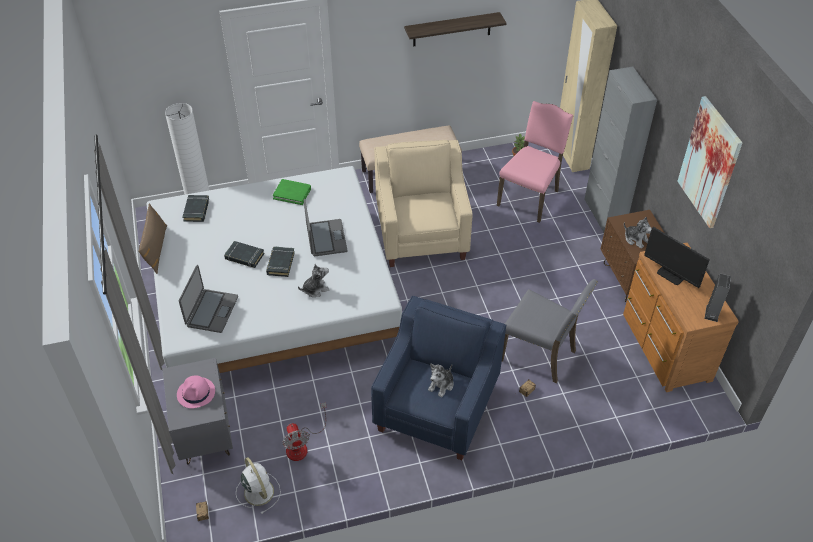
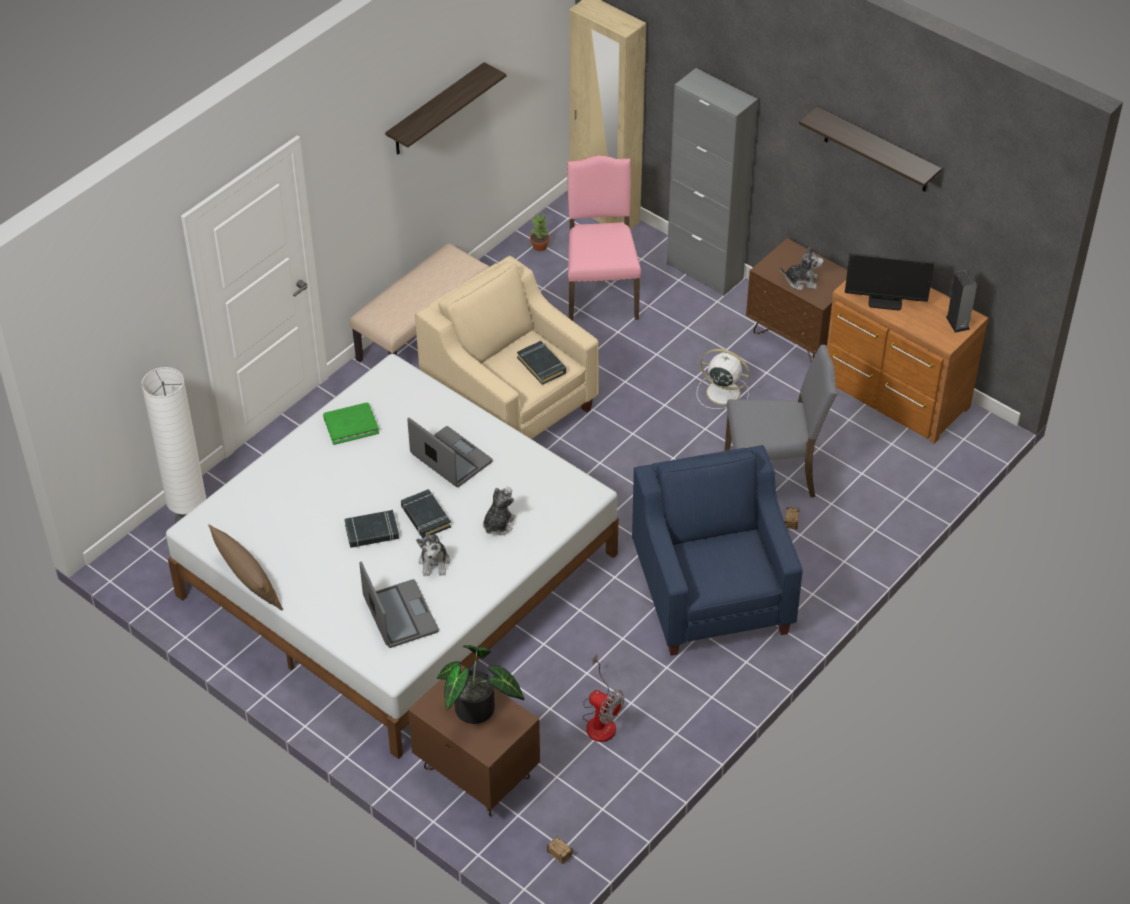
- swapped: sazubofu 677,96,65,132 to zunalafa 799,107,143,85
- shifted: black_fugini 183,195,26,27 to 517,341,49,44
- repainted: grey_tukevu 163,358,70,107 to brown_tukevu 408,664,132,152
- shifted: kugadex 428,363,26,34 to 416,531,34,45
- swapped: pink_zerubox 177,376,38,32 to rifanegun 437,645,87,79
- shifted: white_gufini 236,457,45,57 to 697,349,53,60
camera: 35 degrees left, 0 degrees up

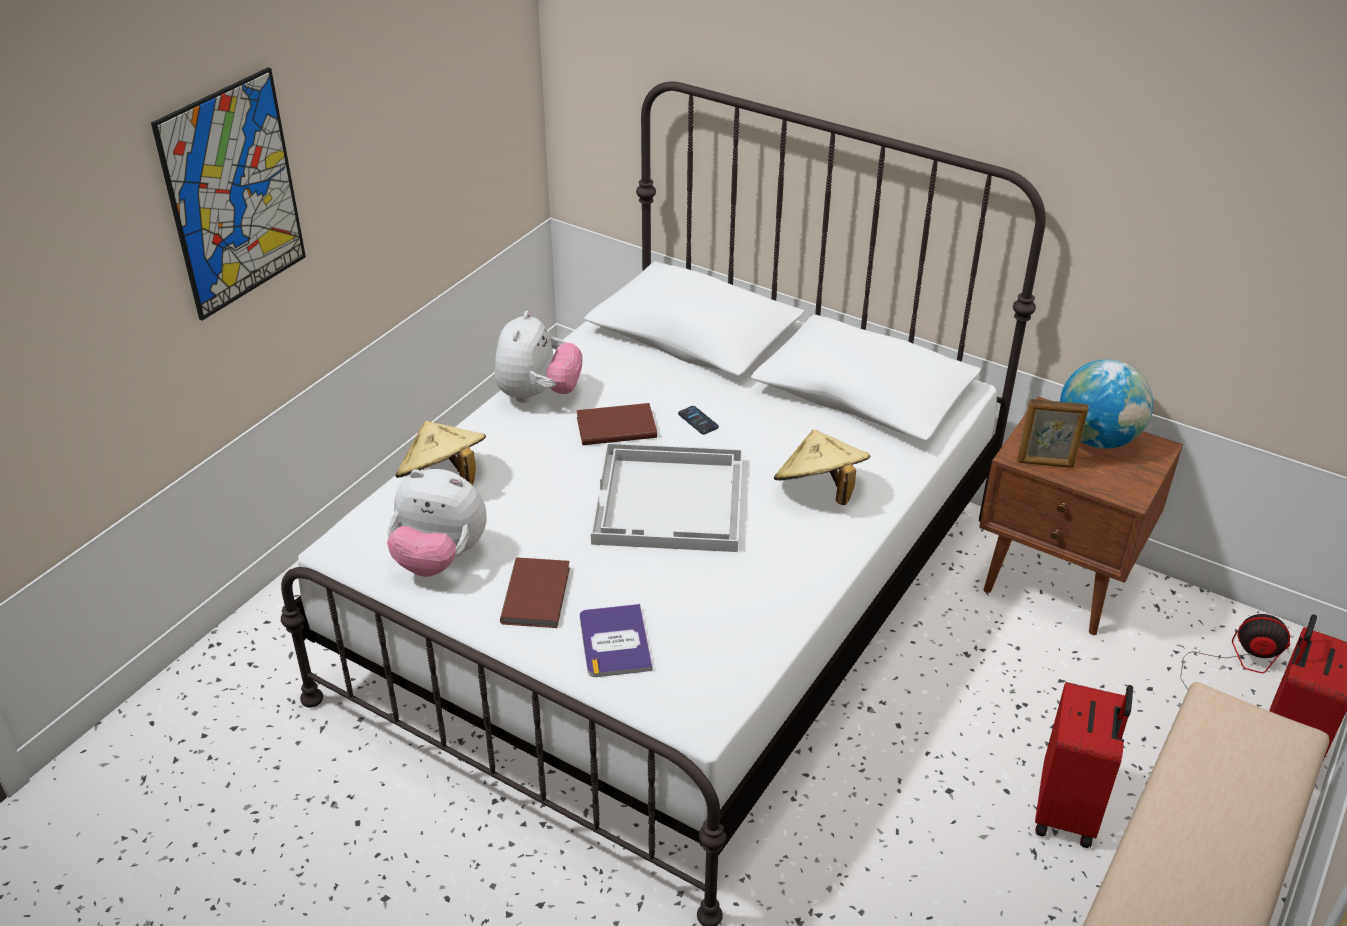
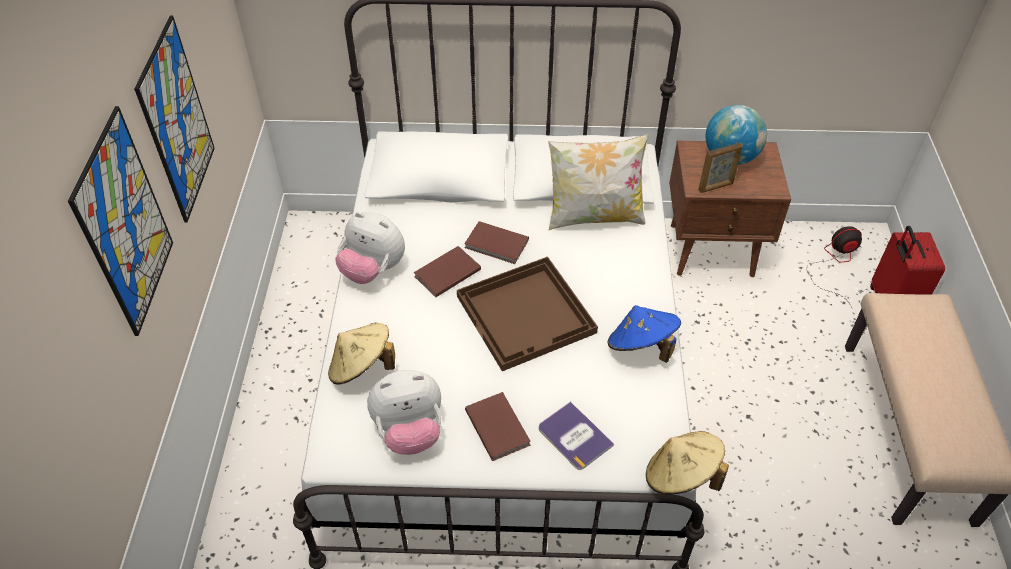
- rotated: kugadex 495,311,88,92 = 335,212,70,72 135 degrees clockwise
- swapped: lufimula 678,406,41,28 to brown_fugini 464,221,65,43
- shifted: beige_zerubox 774,430,96,75 to 646,431,83,64
- repainted: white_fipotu 591,443,152,109 to brown_fipotu 457,257,141,114
- gone: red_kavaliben 1035,682,98,166
- new: sazubofu 134,16,81,206
- new: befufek 548,134,101,96
- new: blue_zerubox 608,305,73,58
camera: 30 degrees left, 10 degrees up

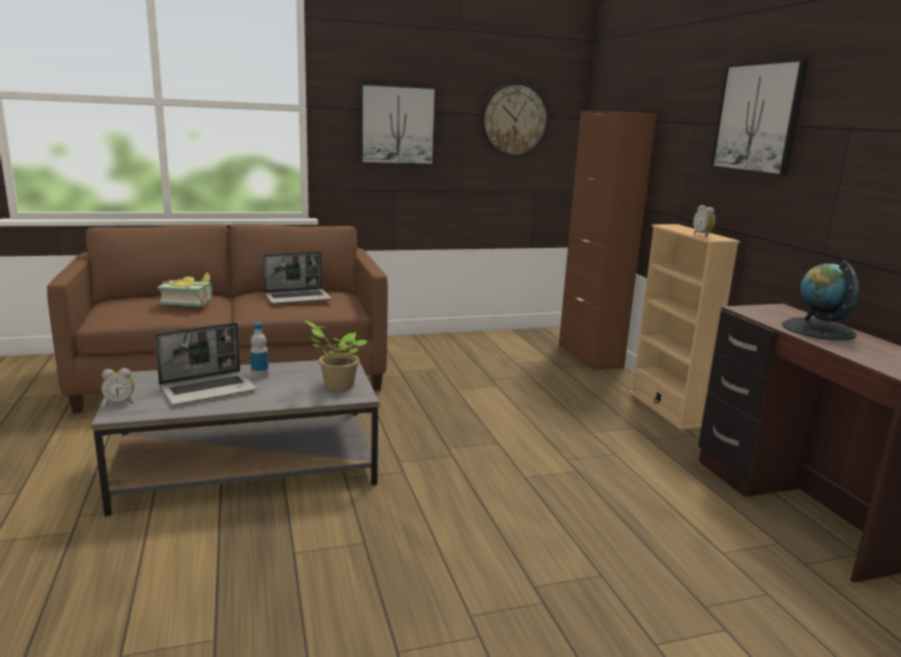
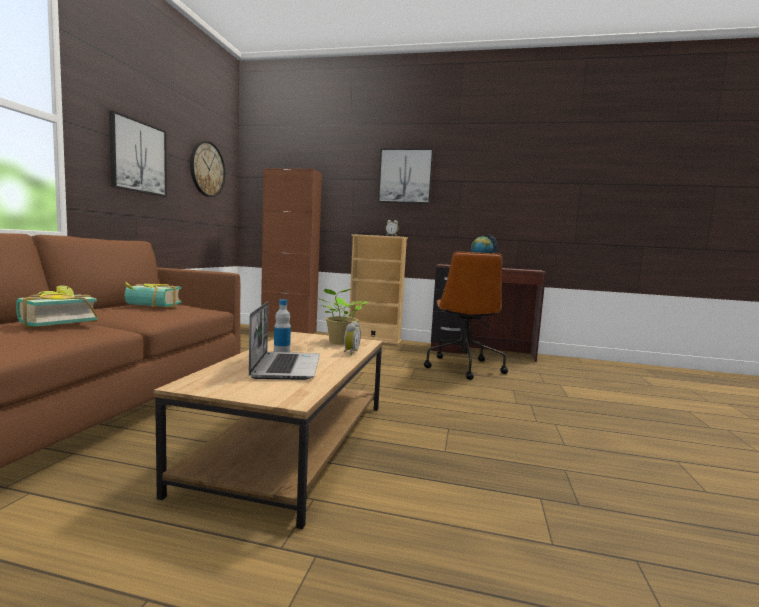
- swapped: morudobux 262,251,70,53 to fugini 124,281,57,26
- repainted: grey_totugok 92,360,287,156 to brown_totugok 154,332,229,197
- shifted: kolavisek 101,368,34,38 to 344,321,17,34
- new: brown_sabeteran 424,252,84,128
camera: 60 degrees left, 10 degrees down

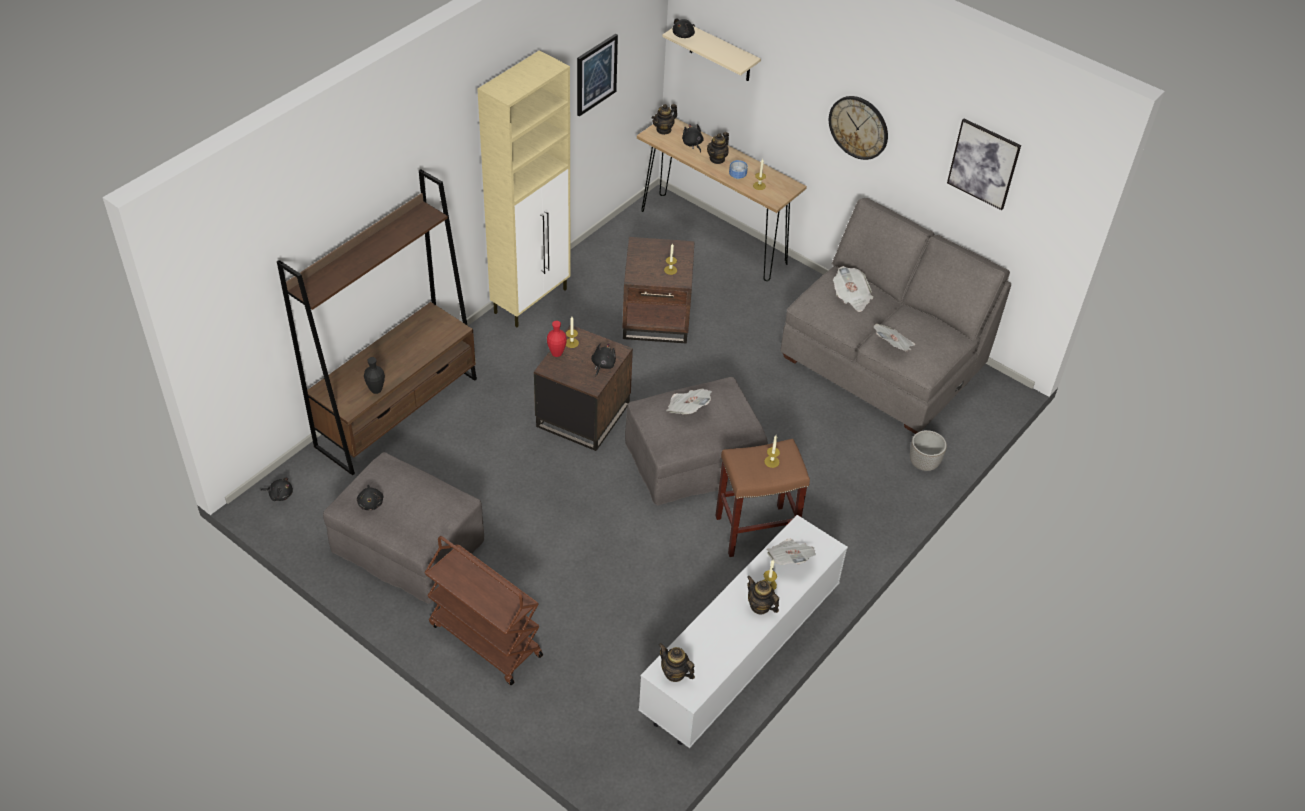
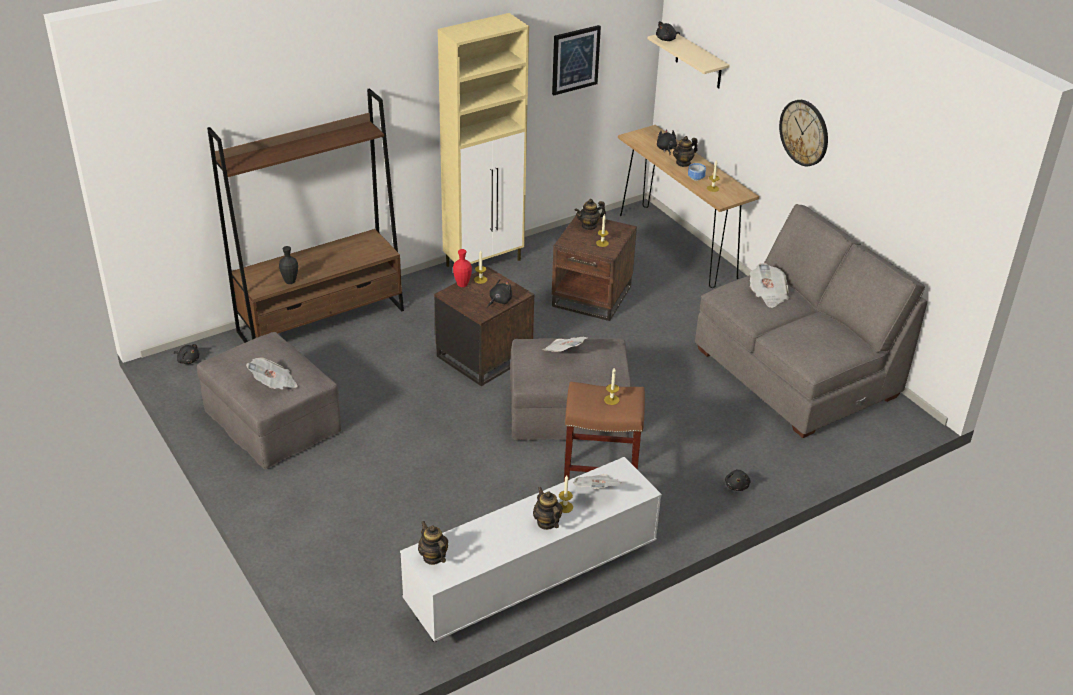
- shifted: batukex 652,104,25,31 to 575,199,31,31
- gone: sazubofu 947,119,74,91
- shifted: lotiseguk 874,324,42,28 to 246,358,52,32
- gone: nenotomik 910,430,37,41
- shifted: black_kugadex 357,485,27,25 to 725,469,26,22
- gone: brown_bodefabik 425,536,118,149
camera: 20 degrees right, 10 degrees down

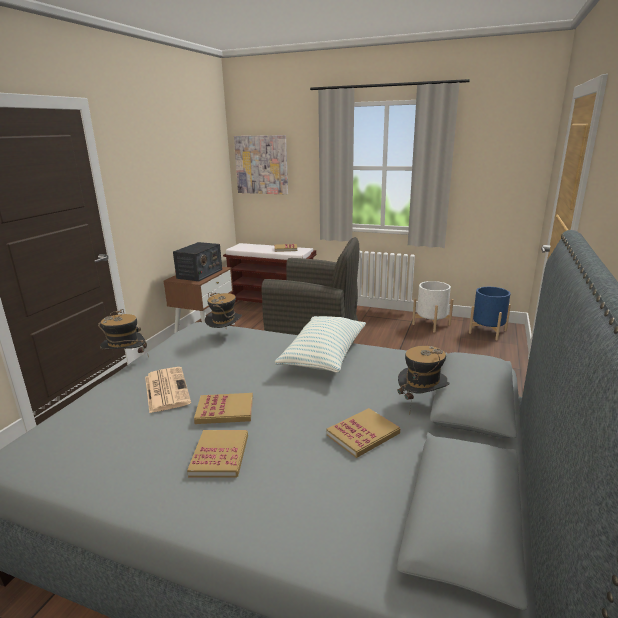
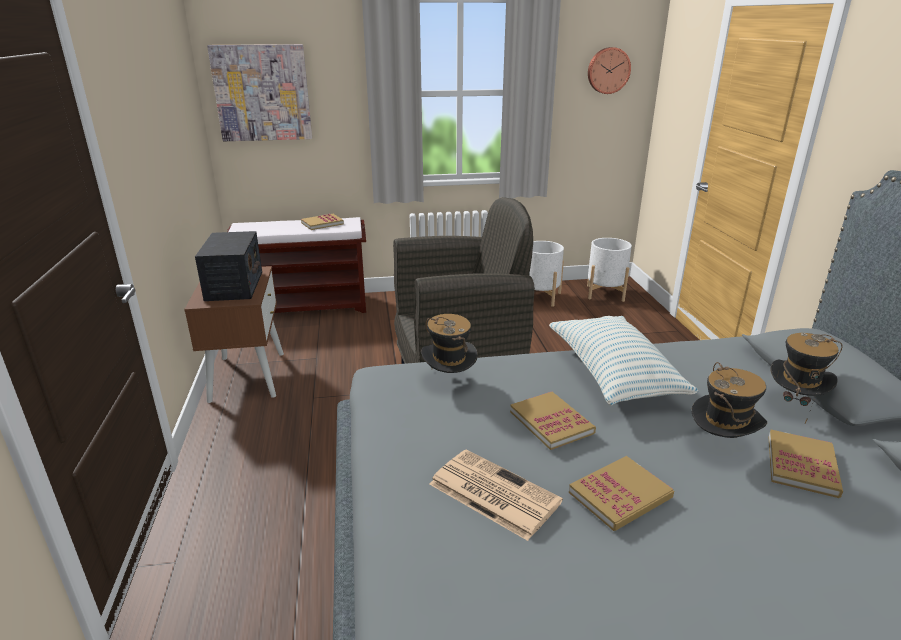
- repainted: blue_nenotomik 469,287,42,53 to white_nenotomik 587,238,45,64
- shifted: zerubox 98,309,51,49 to 691,362,76,76
- shifted: fugini 187,430,61,48 to 510,392,86,58
- new: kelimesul 588,47,43,47
camera: 30 degrees left, 5 degrees up

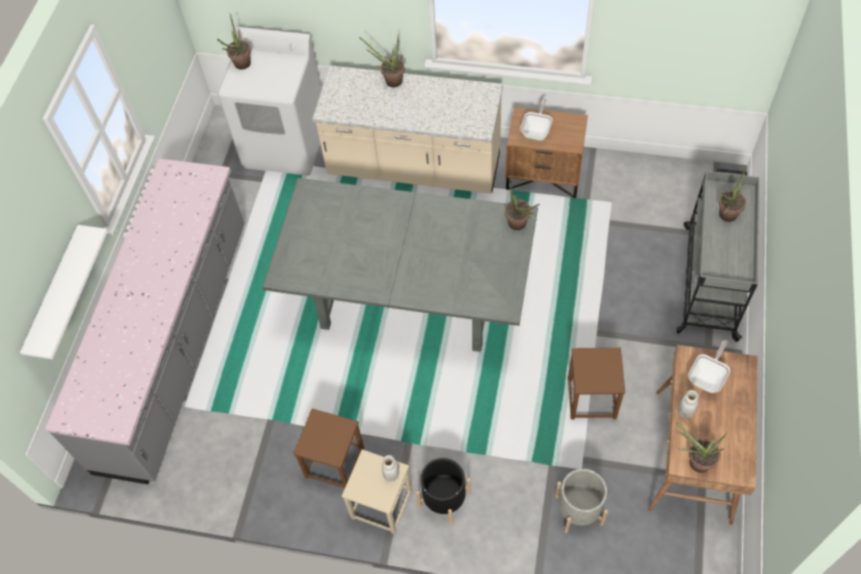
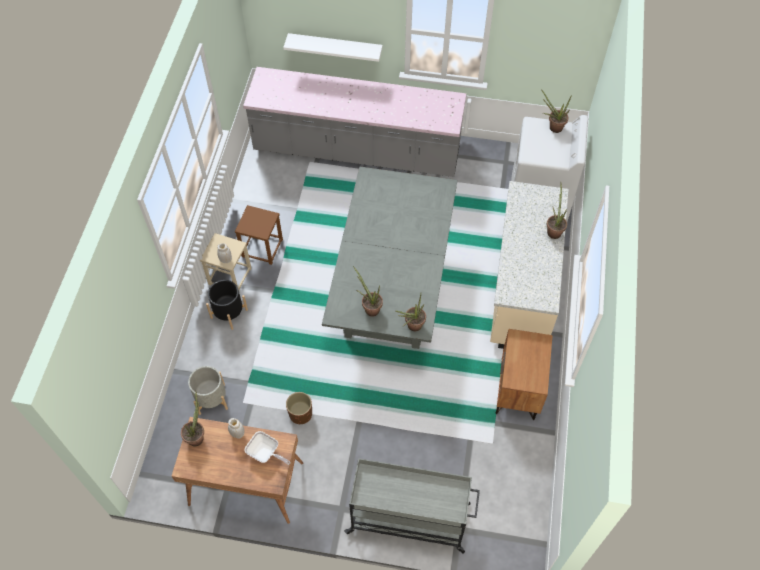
- gone: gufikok 520,99,33,42
- shifted: rifanegun 719,167,27,55 to 353,266,30,51
- swapped: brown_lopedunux 568,348,57,71 to brown_nenotomik 286,392,26,32
camera: 85 degrees right, 0 degrees up

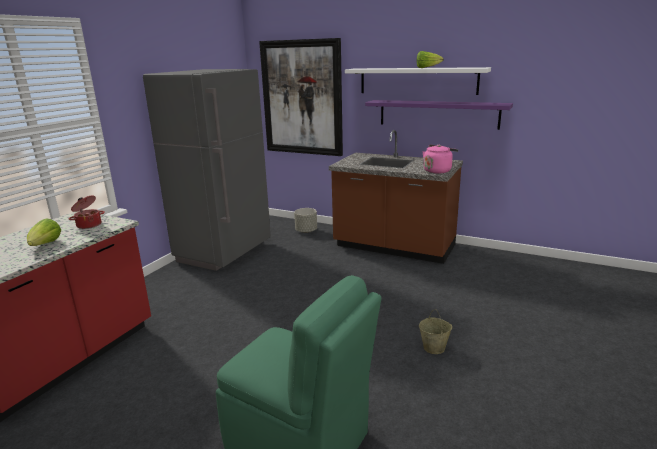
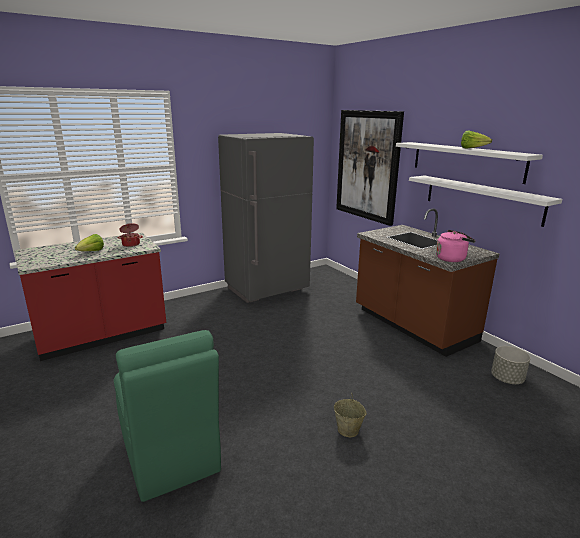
- repainted: purple_zunalafa 365,100,148,30 to white_zunalafa 409,176,153,51
- shifted: grey_nenotomik 294,208,23,25 to 491,346,39,38
camera: 30 degrees right, 0 degrees up

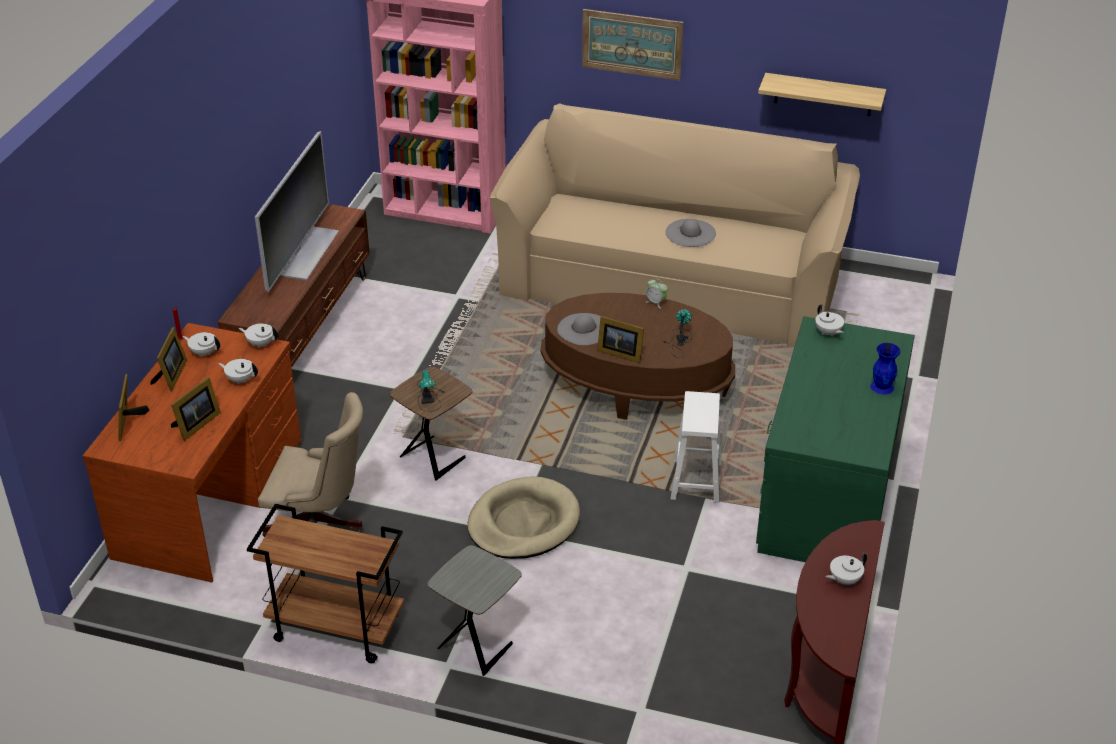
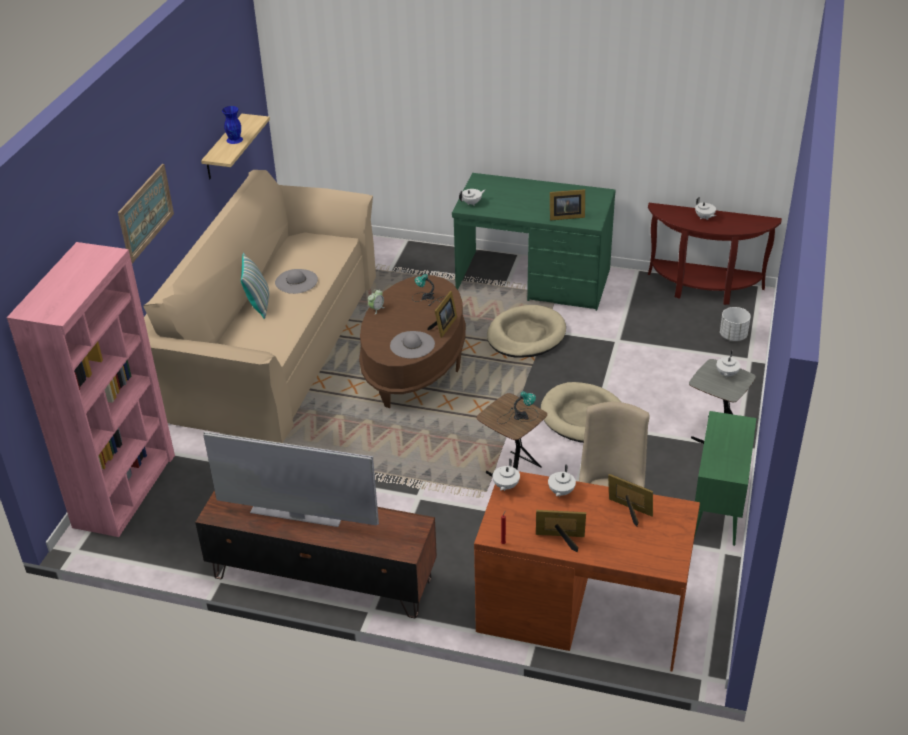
- shifted: white_batukex 182,332,38,25 to 716,350,24,27
- shifted: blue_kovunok 871,343,29,51 to 222,106,21,38
- shifted: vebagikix 119,374,30,67 to 550,189,35,32
- swapped: white_lopedunux 671,391,50,112 to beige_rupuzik 487,305,79,53
- swapped: brown_bodefabik 247,504,157,159 to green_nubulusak 694,411,62,135
- new: befufek 241,252,28,67
- new: white_nenotomik 720,307,31,34
camera: 90 degrees left, 0 degrees up

